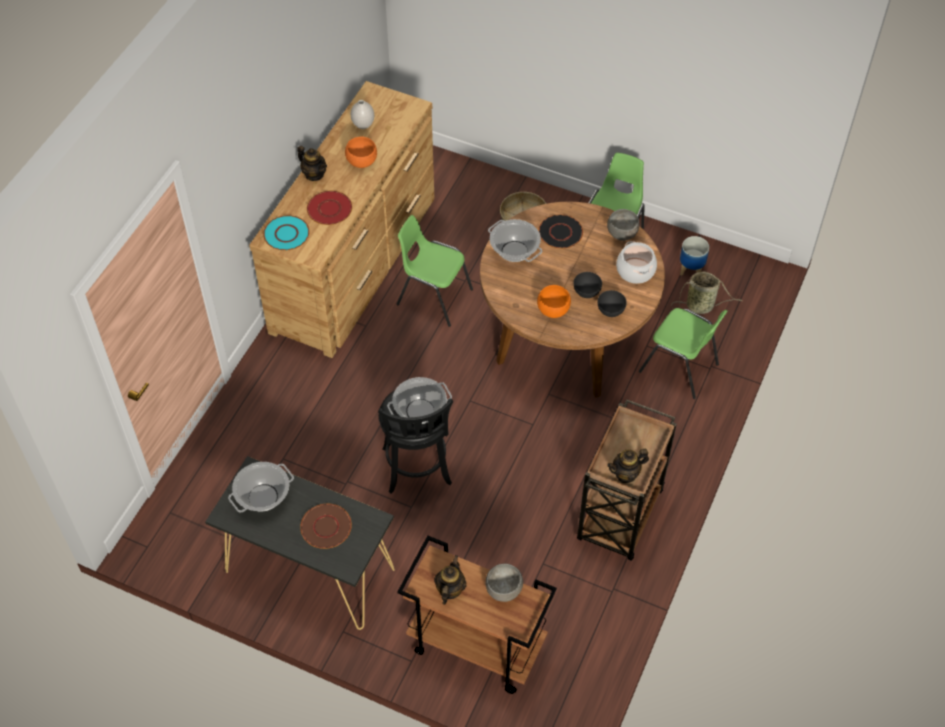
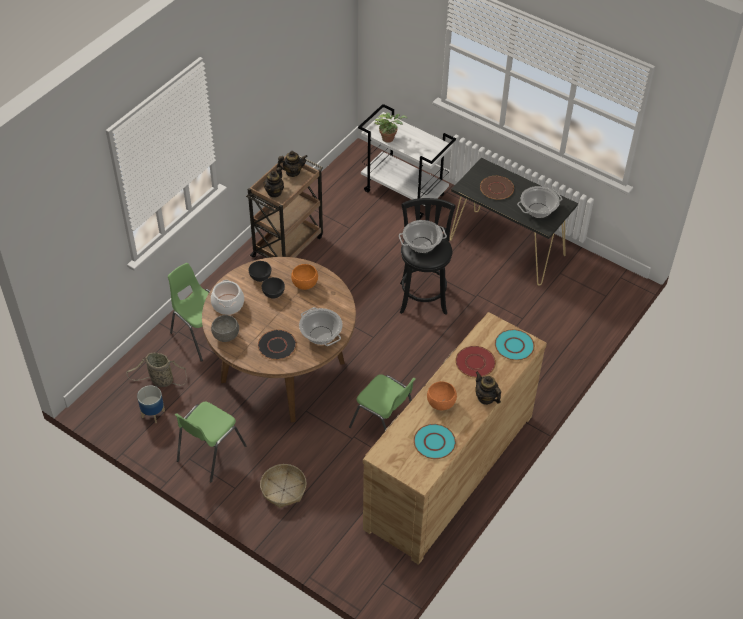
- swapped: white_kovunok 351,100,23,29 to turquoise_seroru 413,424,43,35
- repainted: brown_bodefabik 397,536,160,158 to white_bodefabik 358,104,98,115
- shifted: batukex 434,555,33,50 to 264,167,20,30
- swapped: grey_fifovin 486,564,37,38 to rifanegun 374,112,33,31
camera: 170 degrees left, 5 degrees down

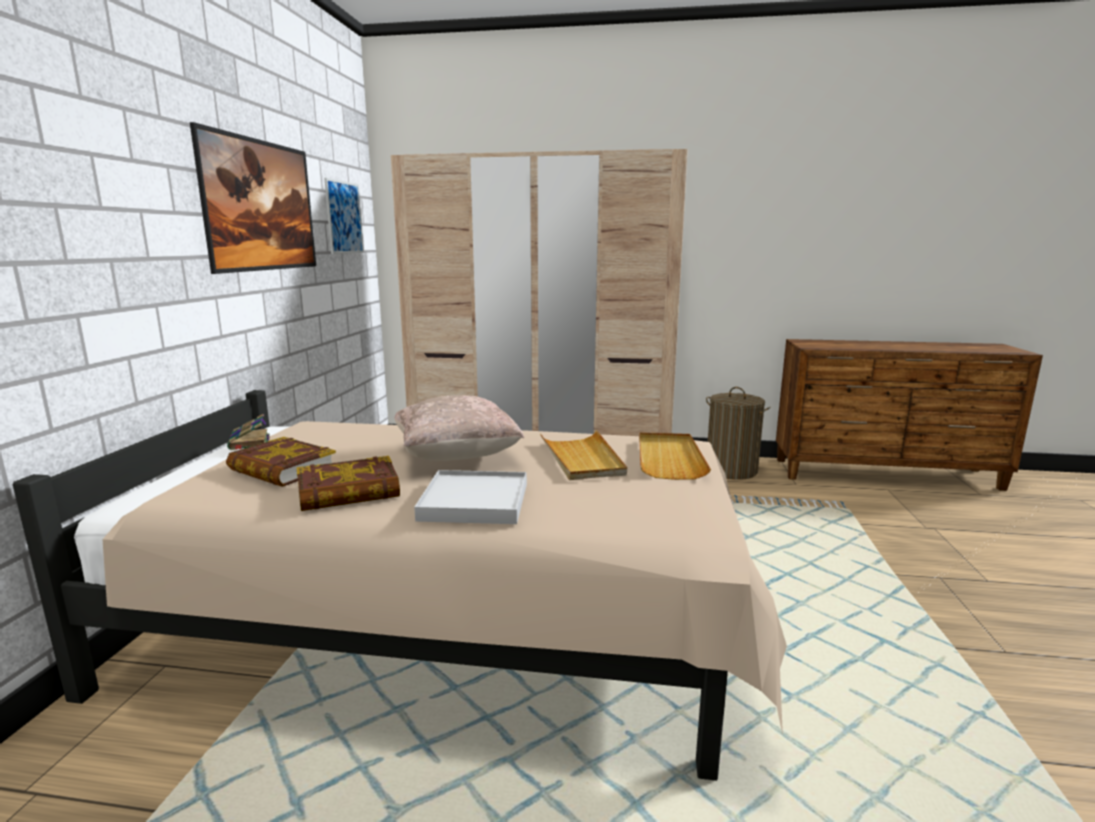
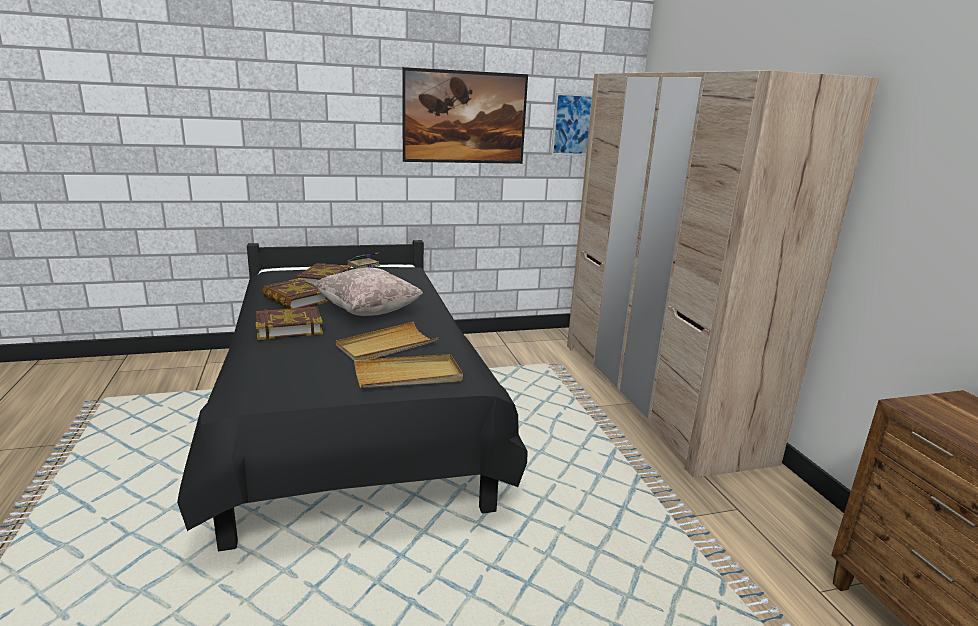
- gone: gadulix 706,387,65,93
- repainted: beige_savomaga 12,390,775,391 to black_savomaga 177,240,351,311
- swapped: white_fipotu 414,470,113,54 to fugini 256,306,67,34
camera: 65 degrees right, 5 degrees up

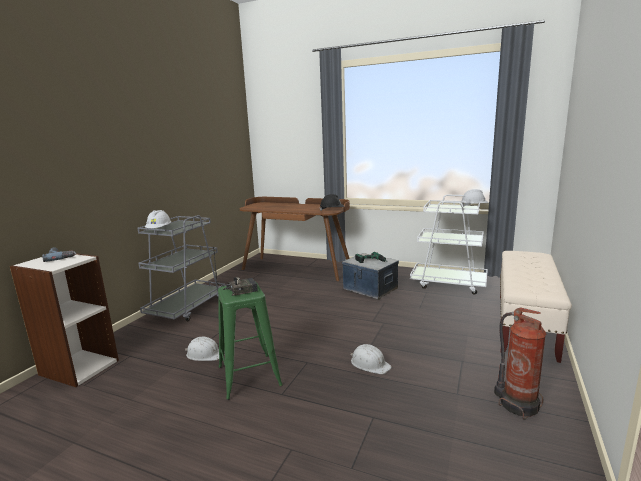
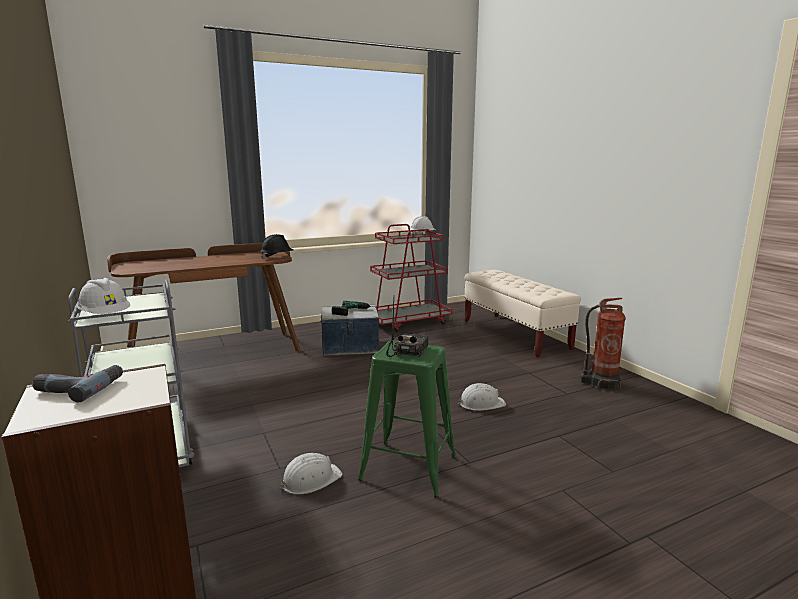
- repainted: white_bodefabik 410,195,78,100 to red_bodefabik 370,224,82,108
camera: 50 degrees left, 0 degrees up

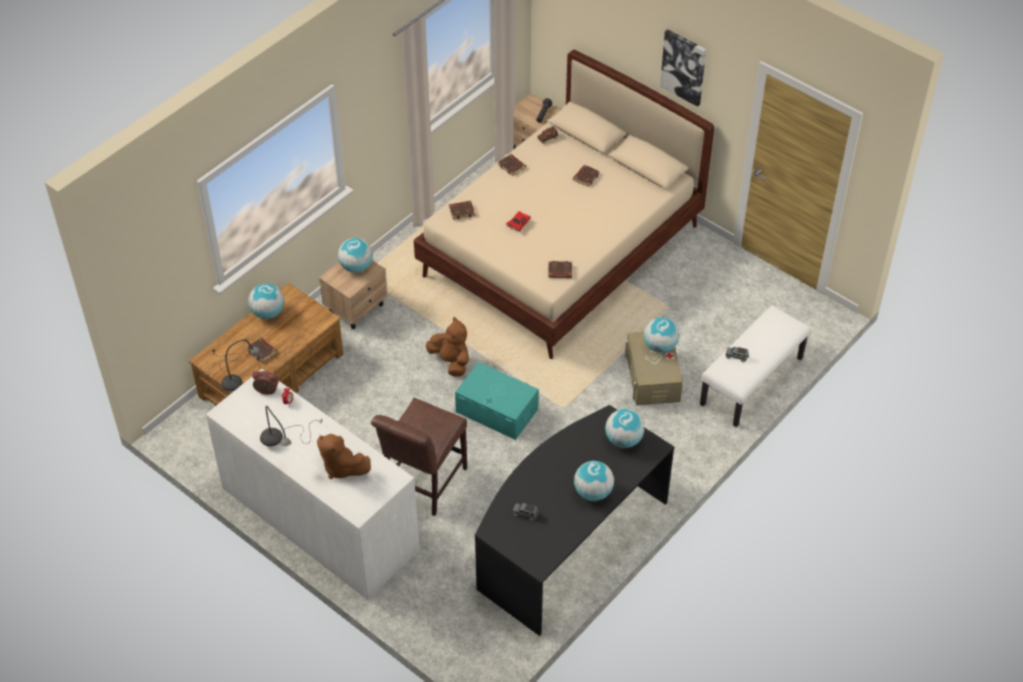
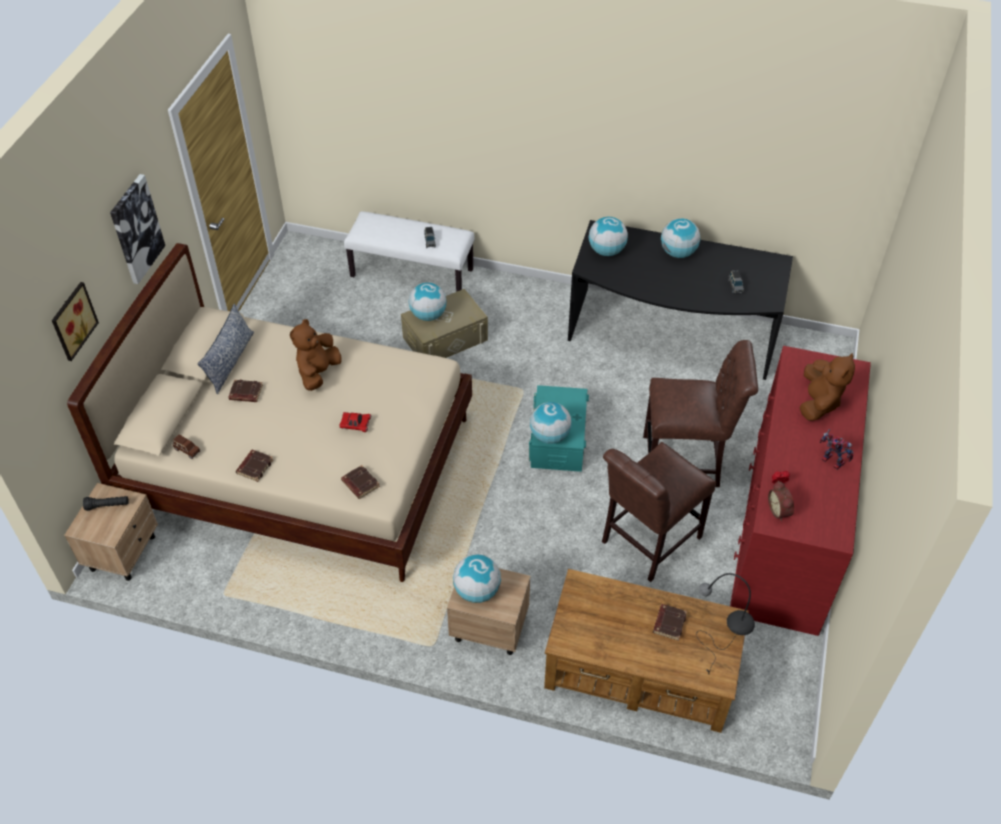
- gone: brown_fugini 548,261,24,17
- shifted: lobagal 248,283,36,36 to 530,402,42,42
- shifted: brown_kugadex 426,317,43,60 to 290,319,52,72
- repainted: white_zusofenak 206,369,214,231 to red_zusofenak 730,346,141,290
- swapped: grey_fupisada 260,406,62,41 to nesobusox 820,429,34,41
- new: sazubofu 52,282,47,79
- new: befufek 198,304,56,90
- new: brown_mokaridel 602,441,114,141
camera: 115 degrees left, 0 degrees up

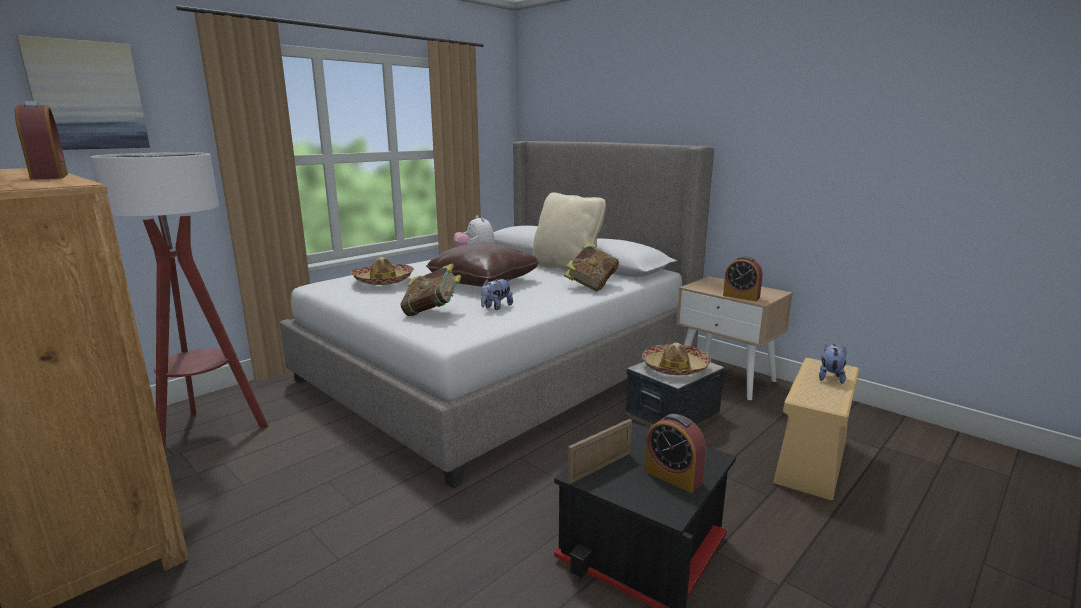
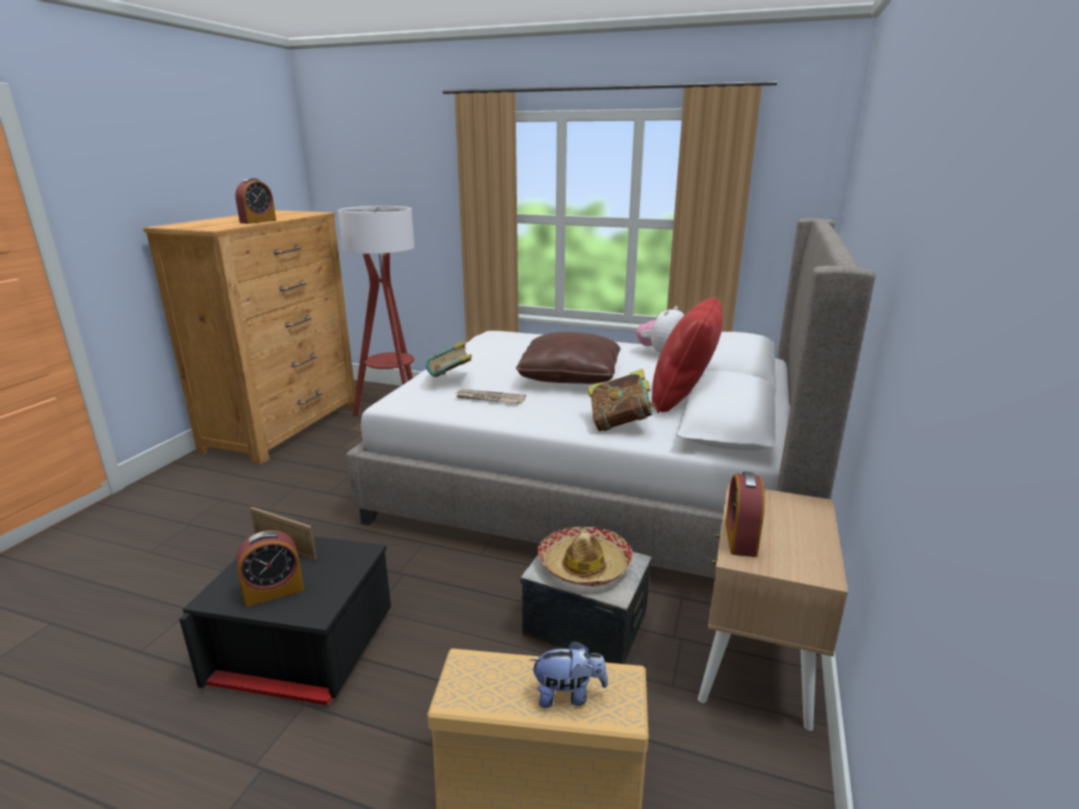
- gone: sazubofu 16,35,134,115
- repainted: beige_befufek 533,192,73,79 to red_befufek 652,297,71,116
- gone: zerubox 351,257,63,28
- swapped: kugadex 481,279,32,31 to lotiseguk 456,389,70,15
- rotated: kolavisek 645,414,61,79 = 236,530,68,77 135 degrees counterclockwise
camera: 65 degrees right, 5 degrees up

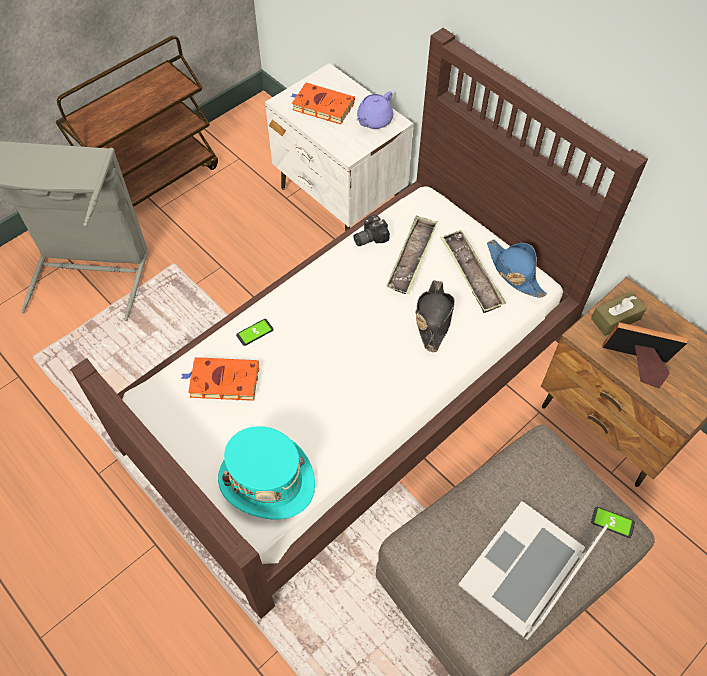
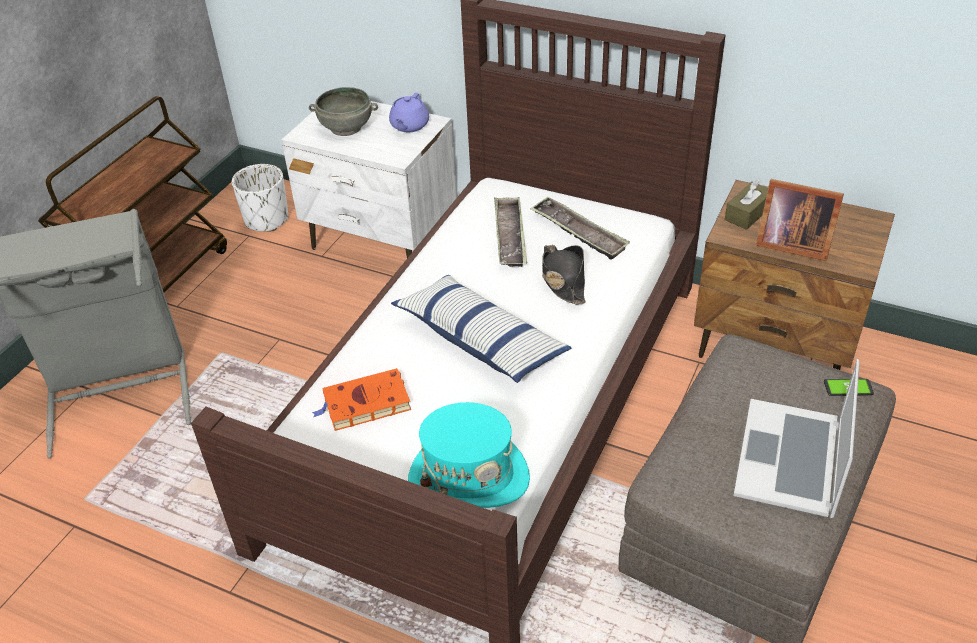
- swapped: orange_fugini 290,83,65,41 to grey_fifovin 309,87,69,49
- gone: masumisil 353,215,37,31
- gone: blue_zerubox 487,240,60,58
- gone: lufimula 236,319,38,27
- rotated: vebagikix 602,322,86,66 = 756,179,88,82 150 degrees counterclockwise
- new: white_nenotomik 232,164,56,67
- new: befufek 391,275,180,108
camera: 20 degrees left, 15 degrees down

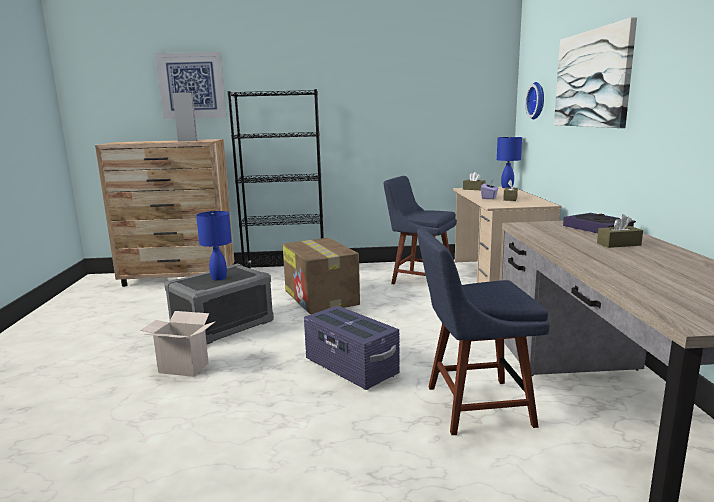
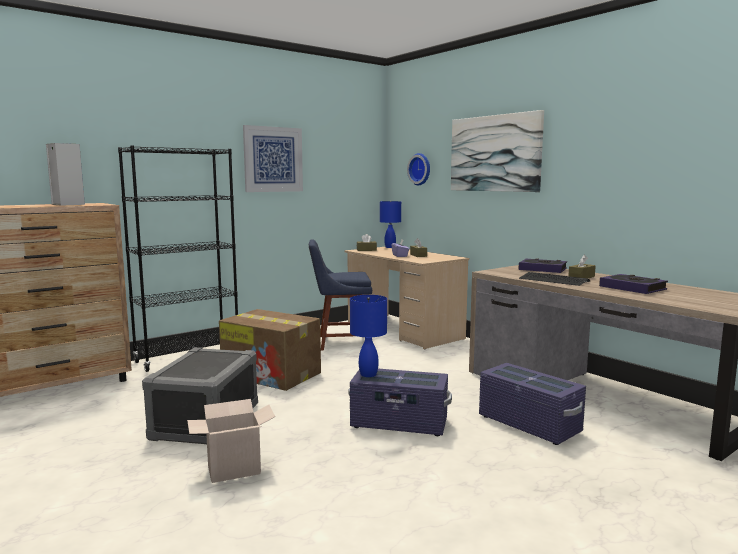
- shifted: sazubofu 155,52,71,67 to 243,125,60,67
- shifted: blue_fupisada 196,211,36,69 to 350,295,37,82
- swapped: blue_mokaridel 417,228,133,207 to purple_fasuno 479,363,107,82
- new: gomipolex 519,272,71,14
- new: fugini 599,274,69,20
camera: 35 degrees left, 5 degrees down

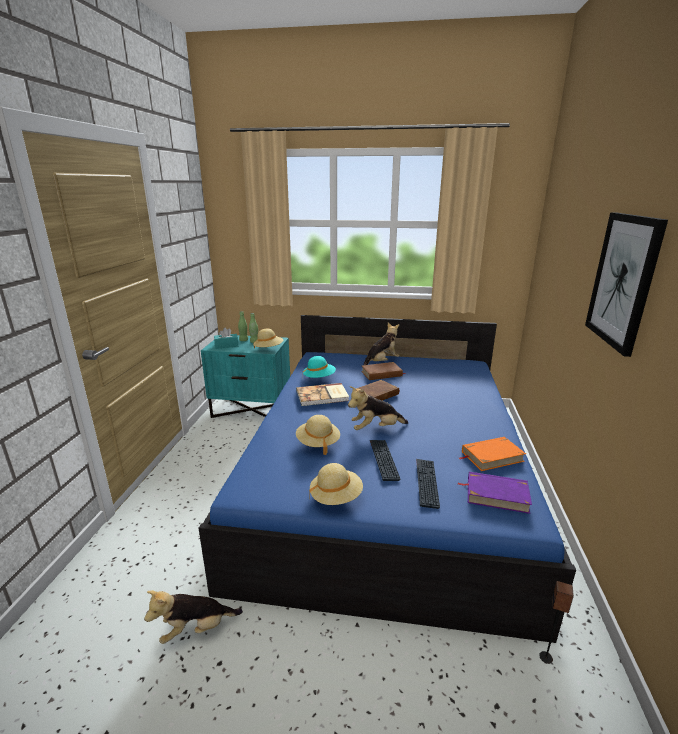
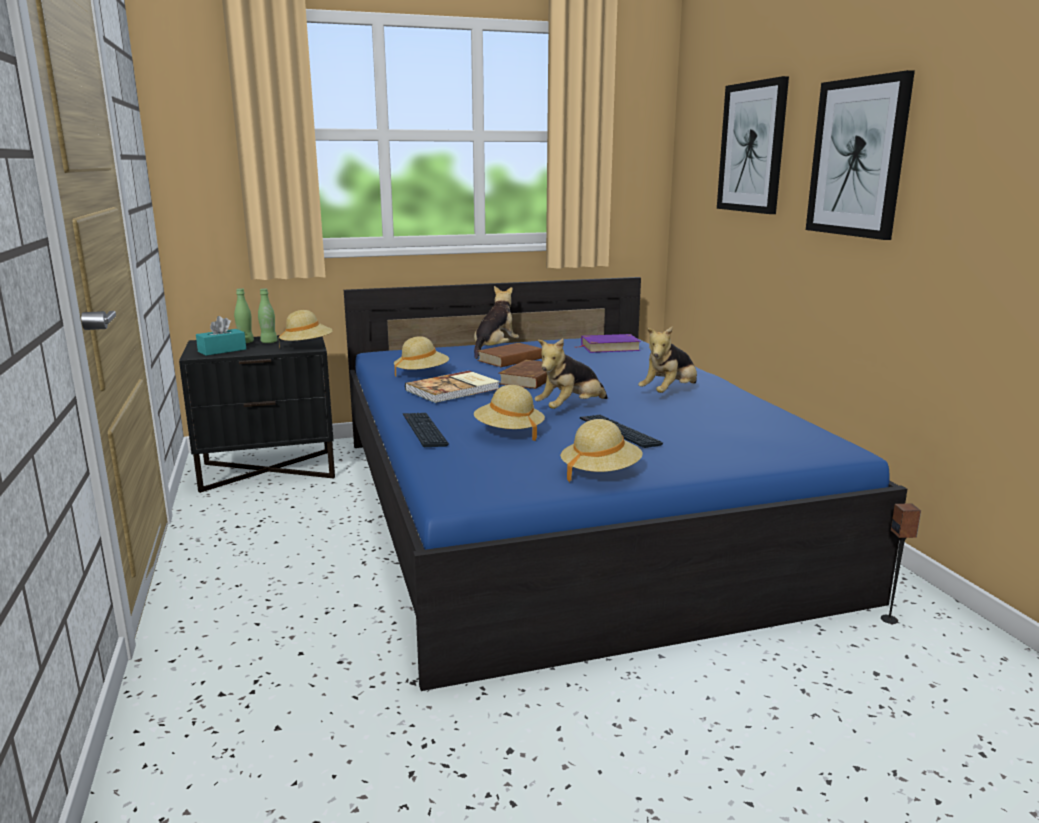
- repainted: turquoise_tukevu 201,335,89,83 to black_tukevu 179,335,156,158
- repainted: turquoise_zerubox 303,356,33,22 to beige_zerubox 394,336,55,41
- gone: orange_fugini 459,437,67,34
- shifted: gomipolex 416,459,24,50 to 403,413,46,34
- shifted: purple_fugini 458,472,74,42 to 574,334,67,19
- shifted: kugadex 144,590,99,54 to 638,327,59,66
- new: sazubofu 717,76,72,138
camera: 25 degrees left, 5 degrees down

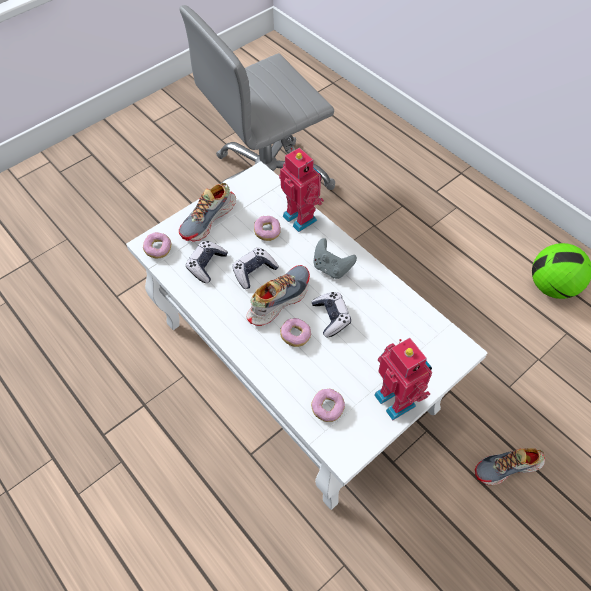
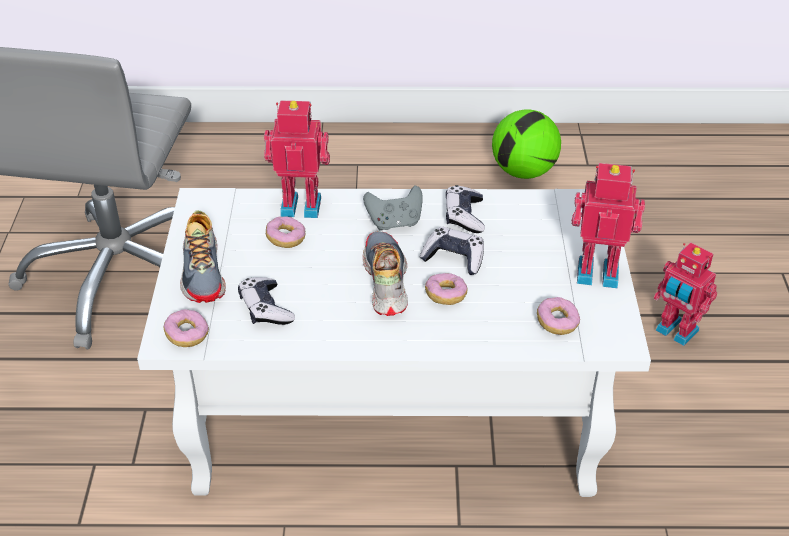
- shifted: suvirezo 232,247,47,42 to 446,185,39,48
- swapped: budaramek 475,448,70,37 to nesobusox 654,242,63,104
camera: 50 degrees left, 15 degrees down

